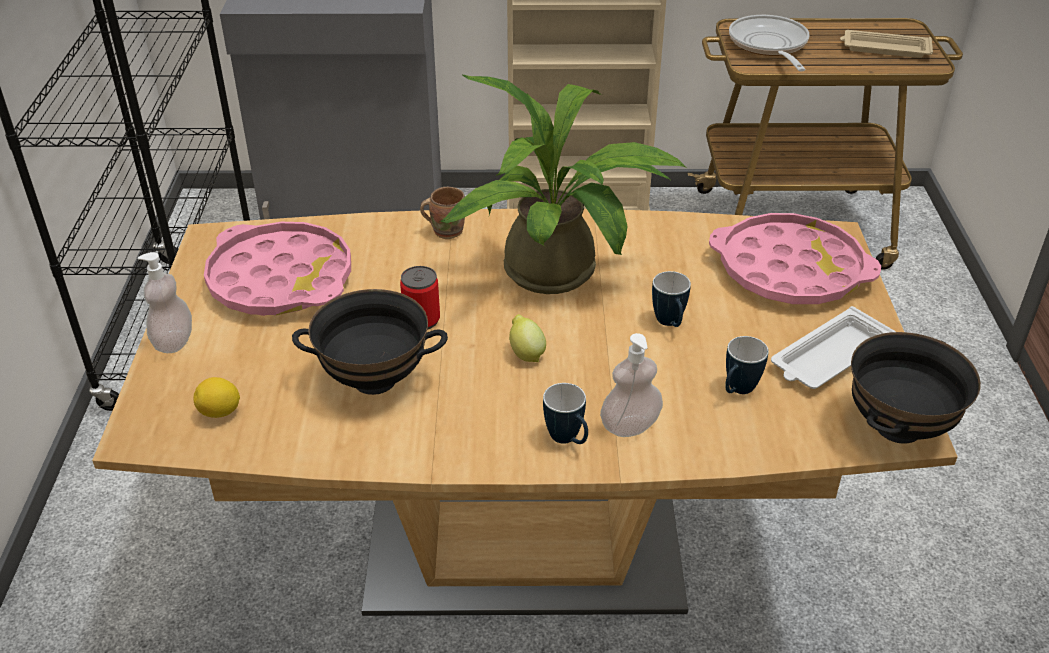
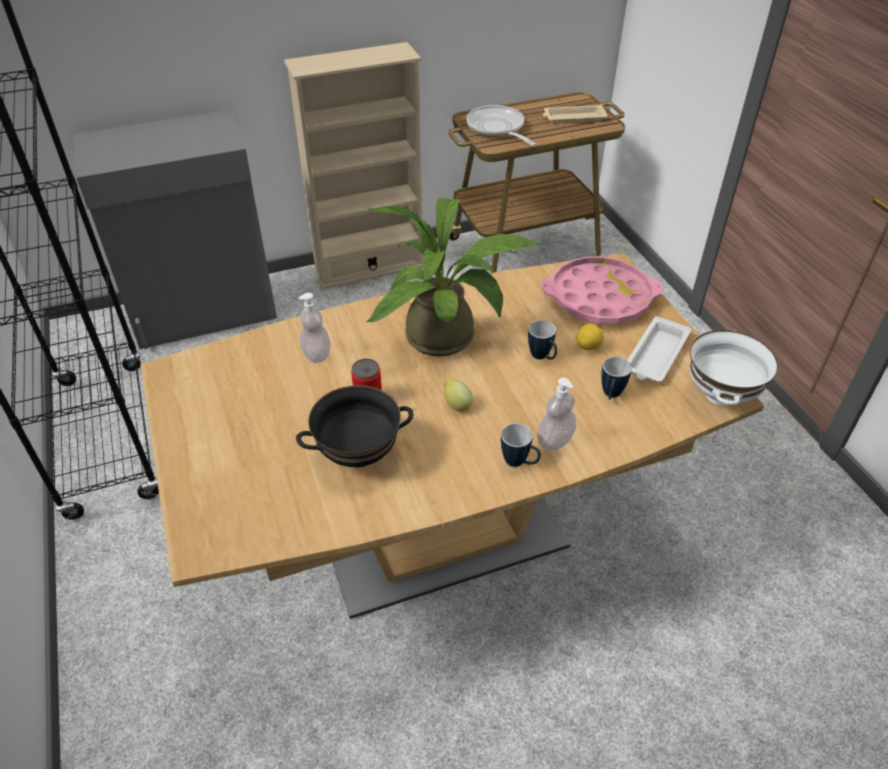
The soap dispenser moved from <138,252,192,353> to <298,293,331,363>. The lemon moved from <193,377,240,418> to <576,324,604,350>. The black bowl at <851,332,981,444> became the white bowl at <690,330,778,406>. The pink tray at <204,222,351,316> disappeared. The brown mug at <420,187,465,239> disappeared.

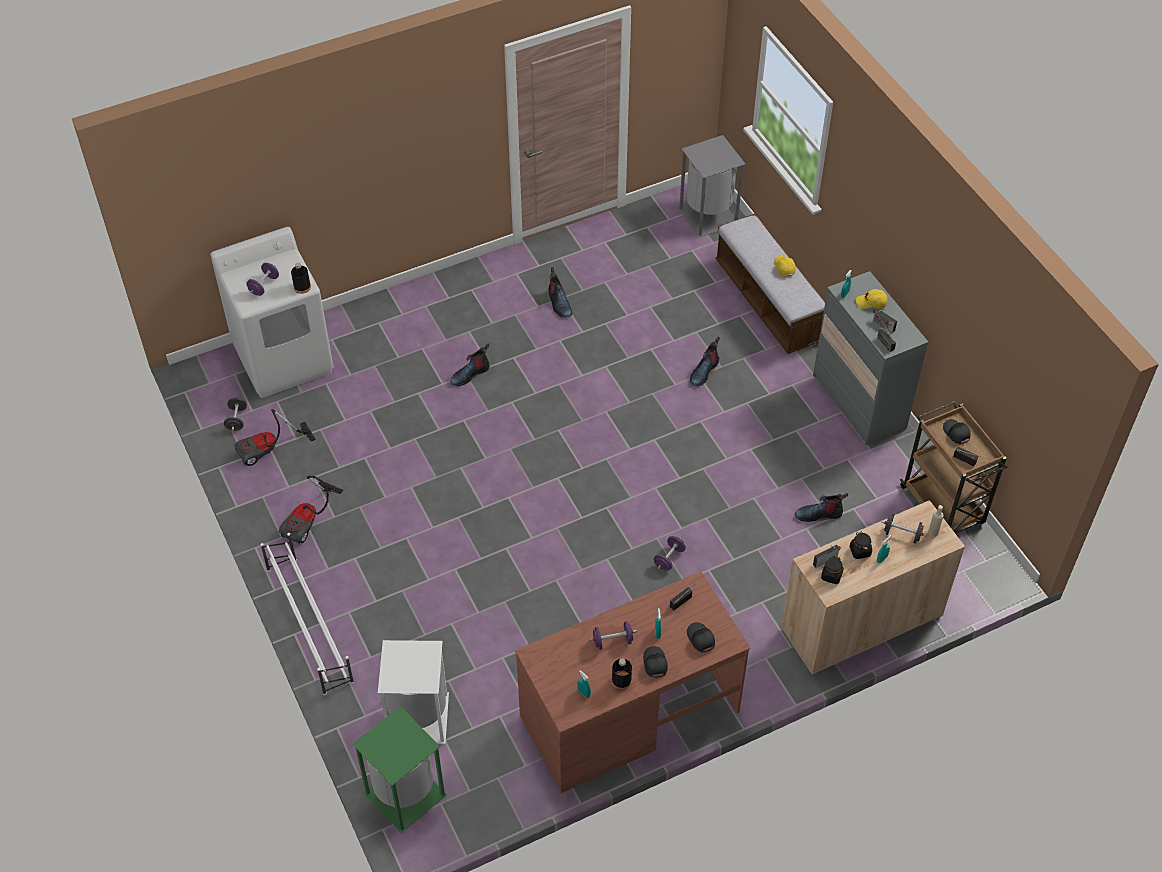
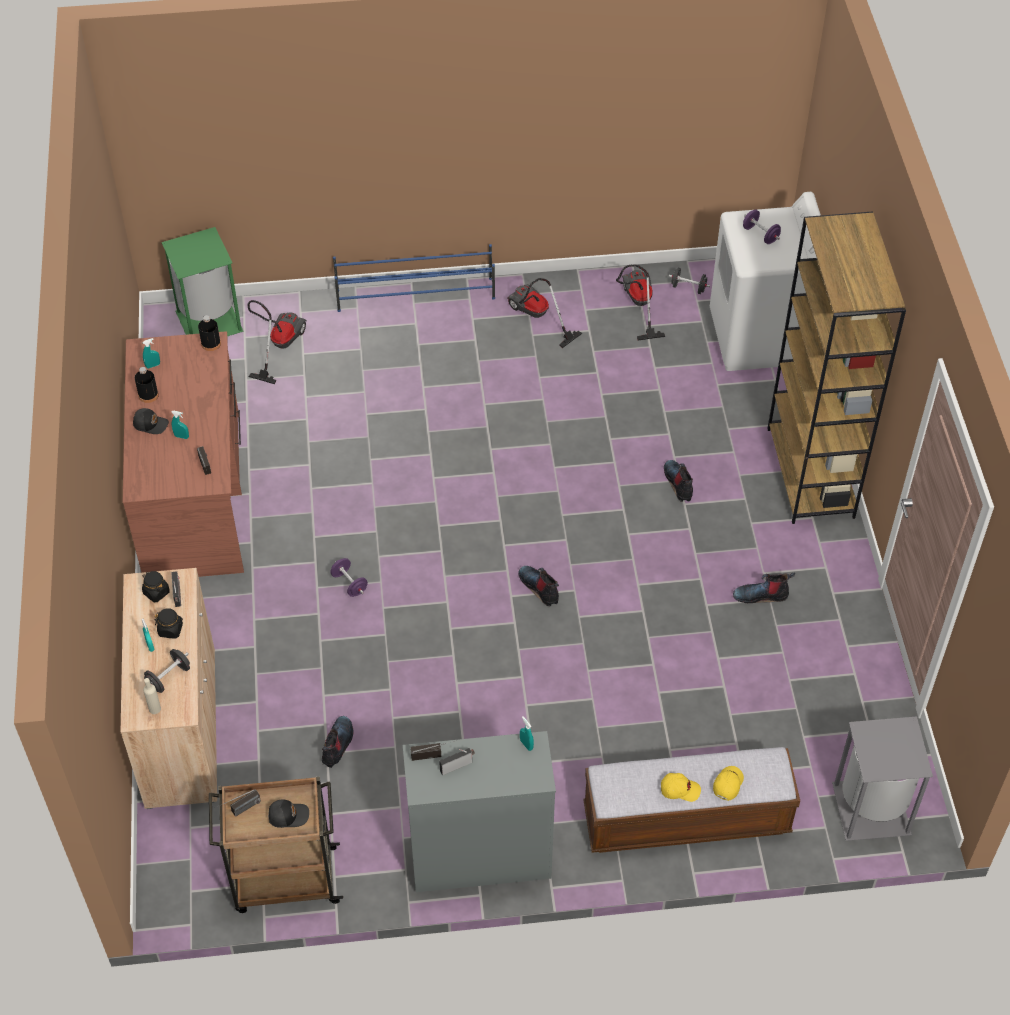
The black bottle moved from <291,263,311,294> to <198,315,221,351>. The white trash can at <378,640,449,744> was replaced by the vacuum cleaner at <248,300,307,384>. The white shoe rack at <261,533,354,696> became the blue shoe rack at <333,244,495,312>. The boot moved from <690,337,720,386> to <518,566,559,606>. The yellow cap moved from <856,289,888,309> to <713,766,744,801>. The brown bookcase at <767,212,906,524> appeared. The purple dumbbell at <589,621,637,650> disappeared. The black cap at <687,622,715,652> disappeared.

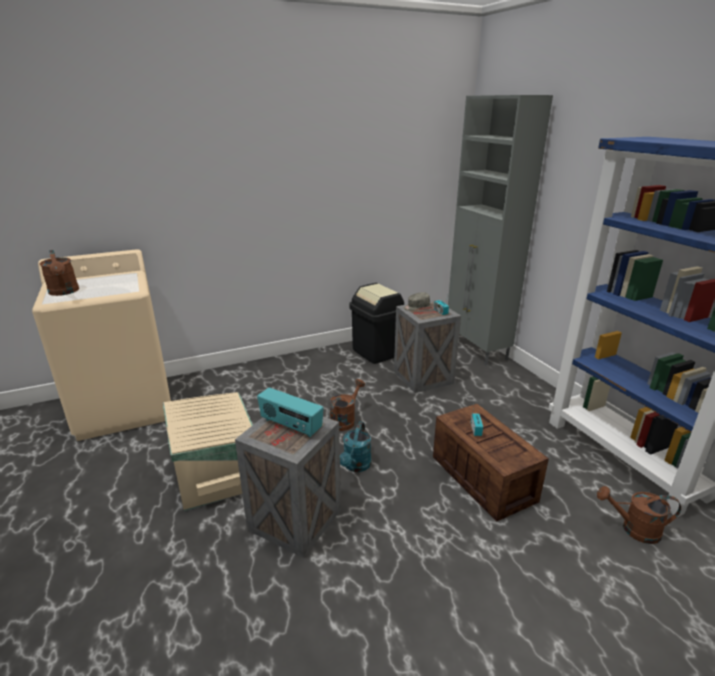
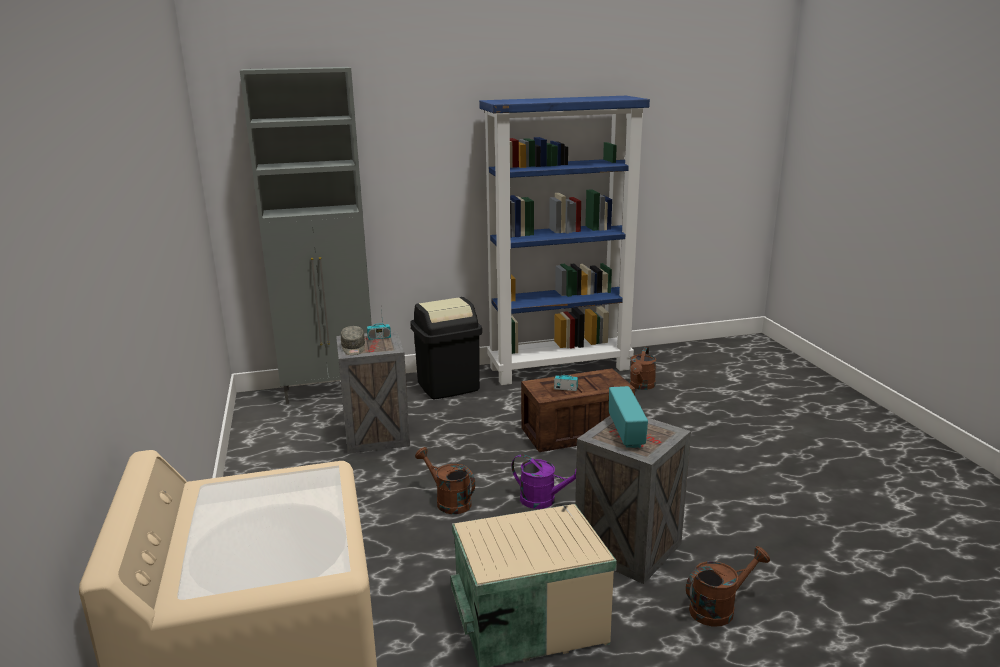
The black trash can moved from <349,283,404,364> to <410,297,482,399>. The turquoise watering can at <340,422,372,472> became the purple watering can at <512,454,576,509>. The radio at <257,388,323,438> turned 45 degrees counterclockwise. The brown watering can moved from <40,250,79,296> to <686,546,770,627>.

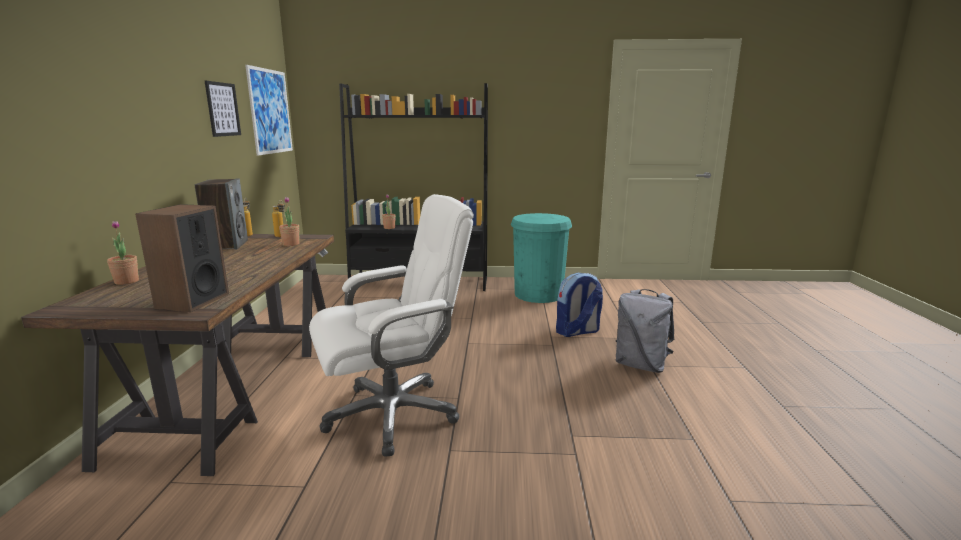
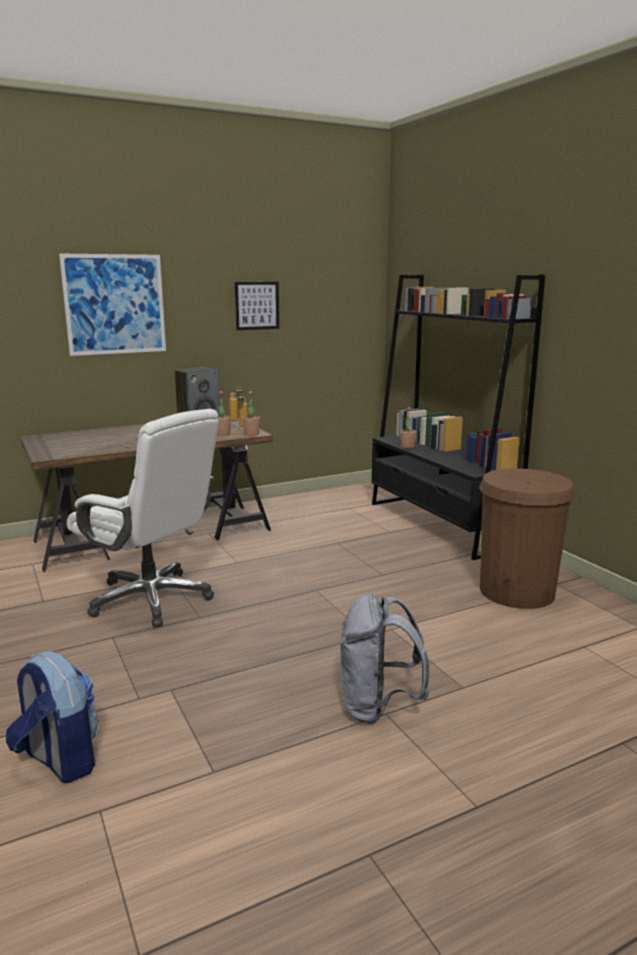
The backpack moved from <556,273,603,337> to <6,651,99,783>. The picture moved from <245,65,293,156> to <59,253,166,356>. The potted plant moved from <107,221,139,285> to <243,391,260,436>. The turquoise trash can at <511,213,572,303> became the brown trash can at <479,468,575,609>. The speaker at <135,204,229,312> disappeared.

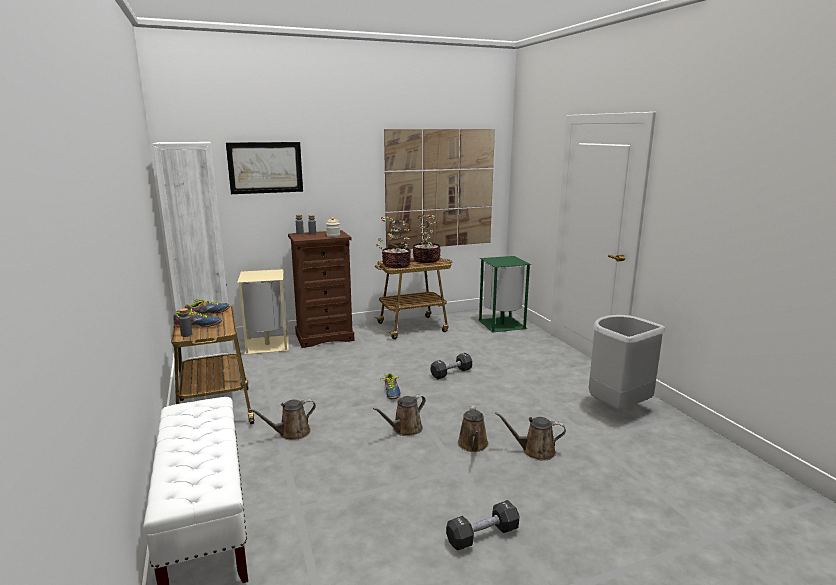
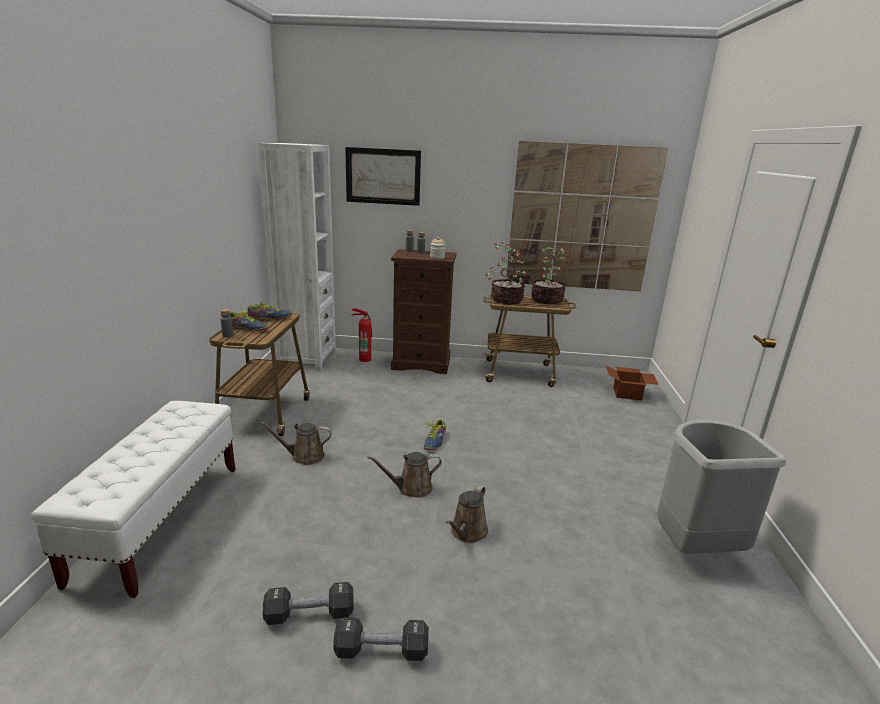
The black dumbbell moved from <431,353,472,379> to <263,582,353,625>. The beige trash can at <237,269,289,354> was replaced by the fire extinguisher at <351,308,372,362>. The green trash can at <478,256,531,332> was replaced by the cardboard box at <606,366,658,401>. The brown watering can at <495,412,566,461> disappeared.

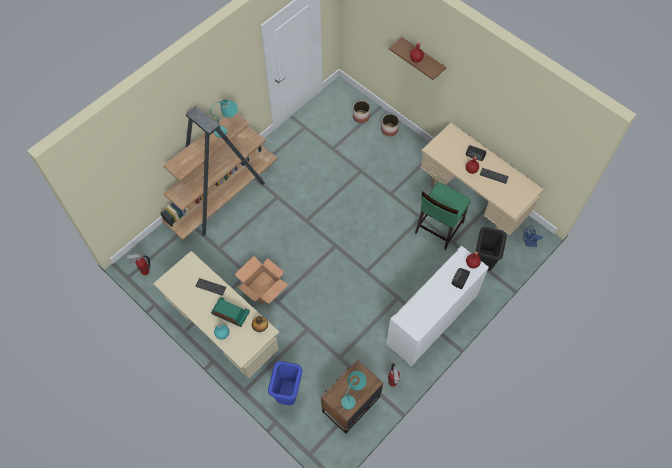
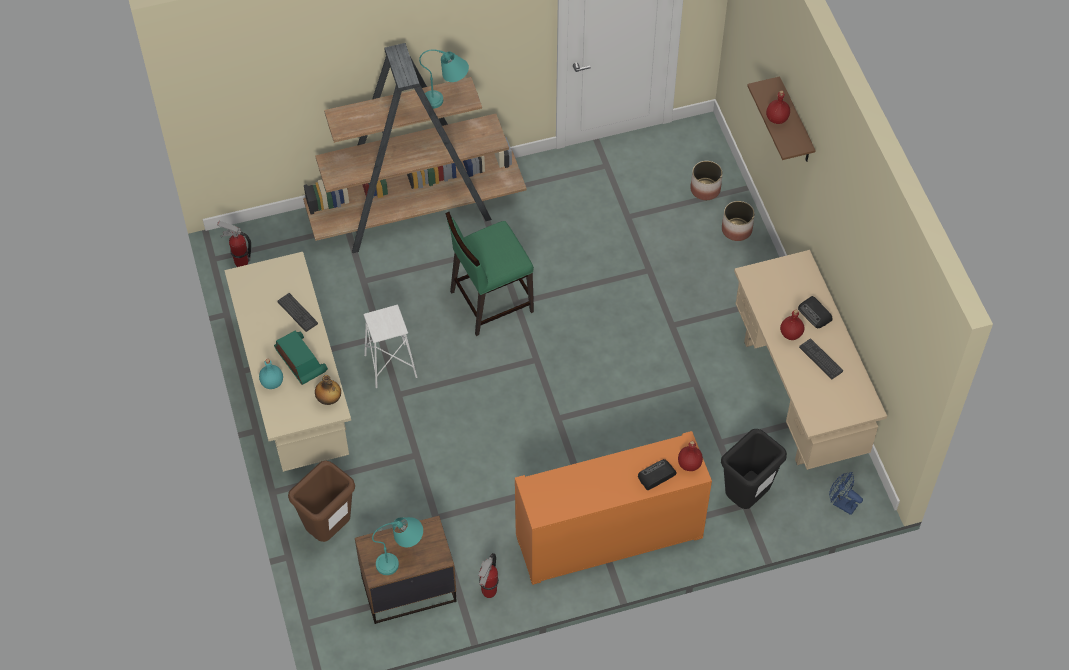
The blue trash can at <268,361,302,405> became the brown trash can at <288,461,355,542>. The cardboard box at <235,256,288,304> was replaced by the white stool at <363,305,417,388>. The green chair moved from <415,182,471,250> to <445,212,534,336>. The white cabinet at <386,246,489,367> became the orange cabinet at <515,431,712,585>.

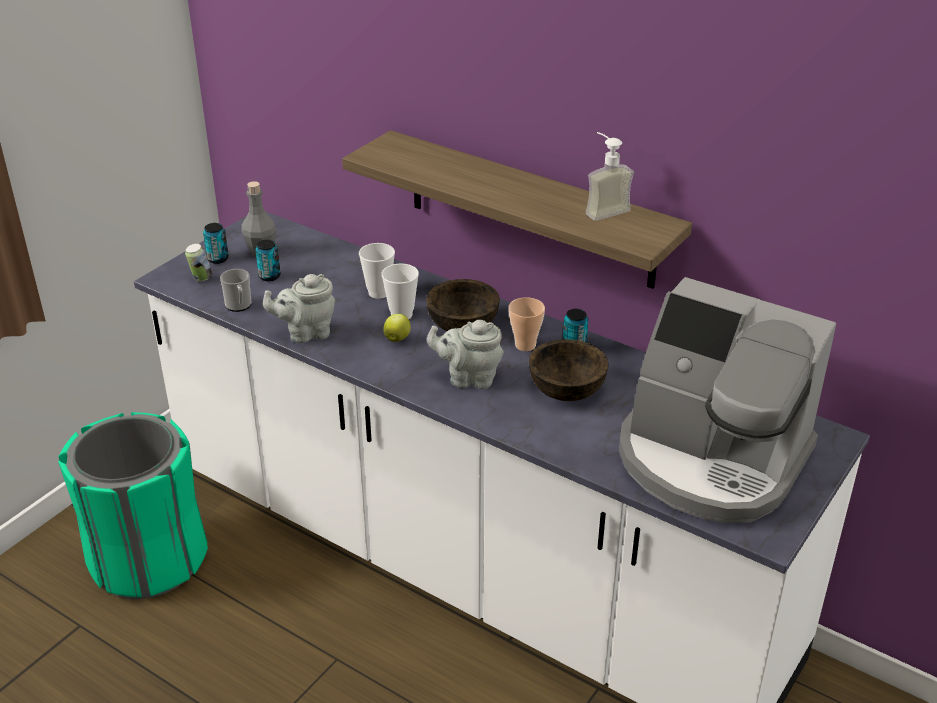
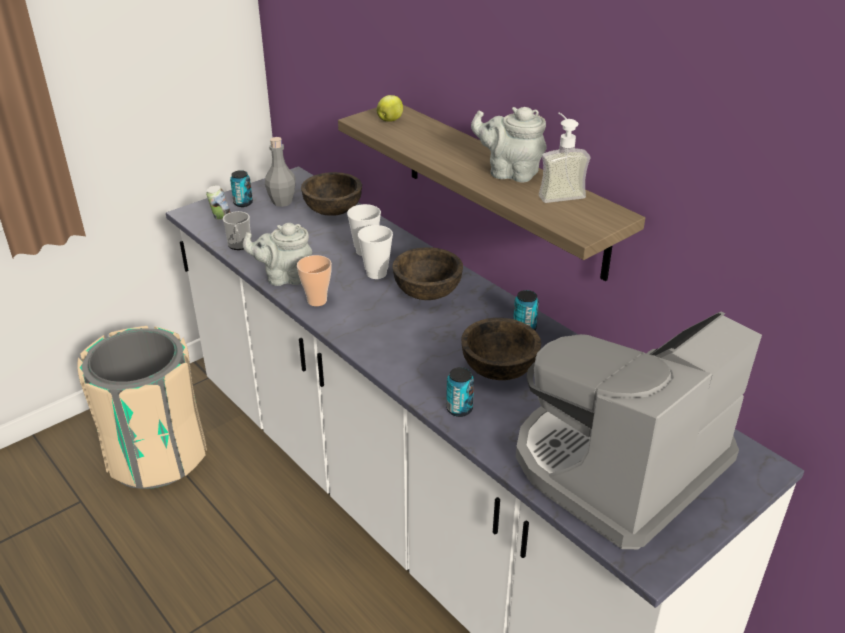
The green trash can at <58,412,208,600> became the beige trash can at <77,326,207,489>. The cup moved from <509,297,545,351> to <297,255,332,306>. The brown bowl at <301,172,362,216> appeared. The apple moved from <383,314,411,342> to <377,95,403,122>. The can moved from <255,240,281,281> to <446,367,474,417>. The grey teapot moved from <427,320,504,389> to <471,107,547,182>. The coffee machine at <619,277,836,523> turned 90 degrees clockwise.

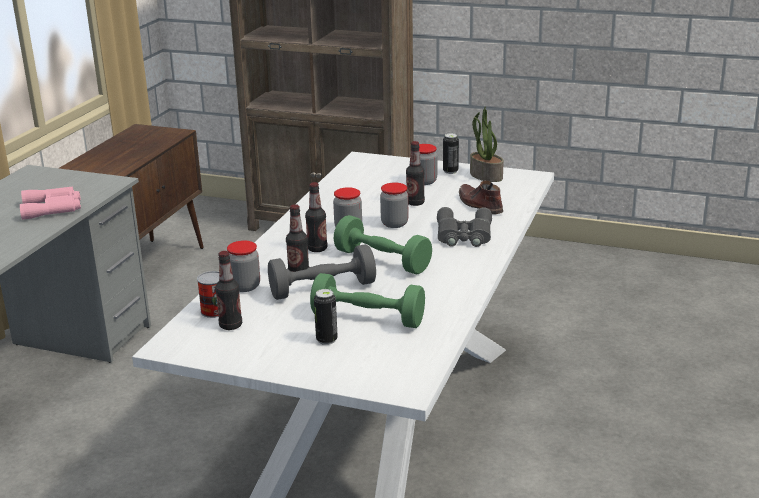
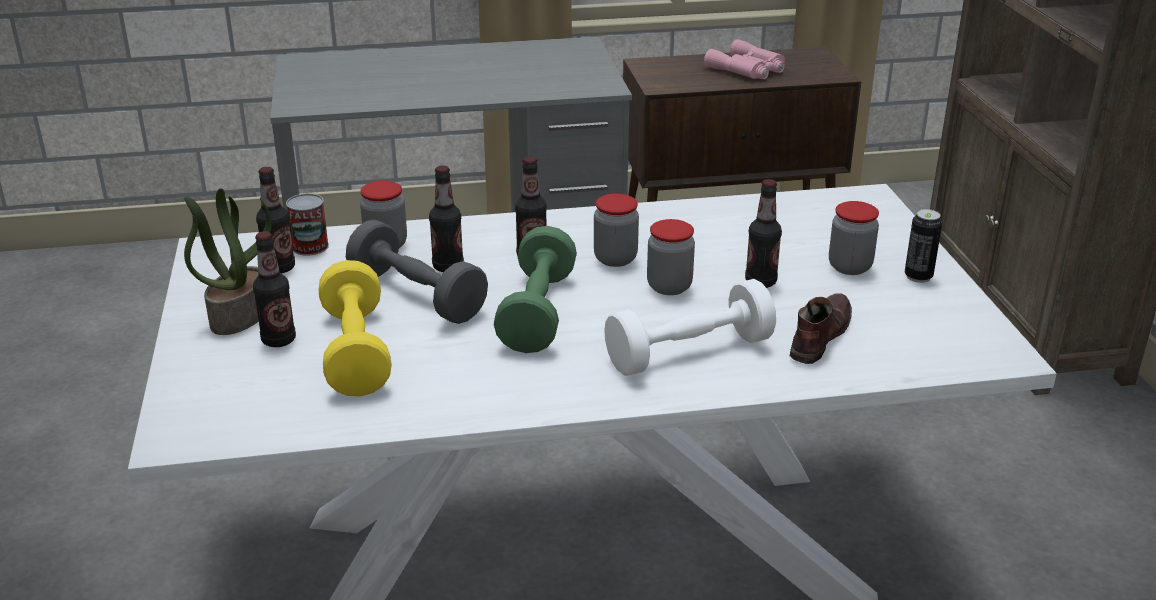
The potted plant moved from <470,106,504,182> to <184,188,271,335>. The can at <314,289,338,345> was replaced by the bottle at <253,231,296,347>. The green dumbbell at <310,273,425,328> became the yellow dumbbell at <319,260,392,396>. The grey binoculars at <437,207,492,247> was replaced by the white dumbbell at <604,279,776,376>. The pink binoculars moved from <20,186,81,220> to <704,39,785,79>.

